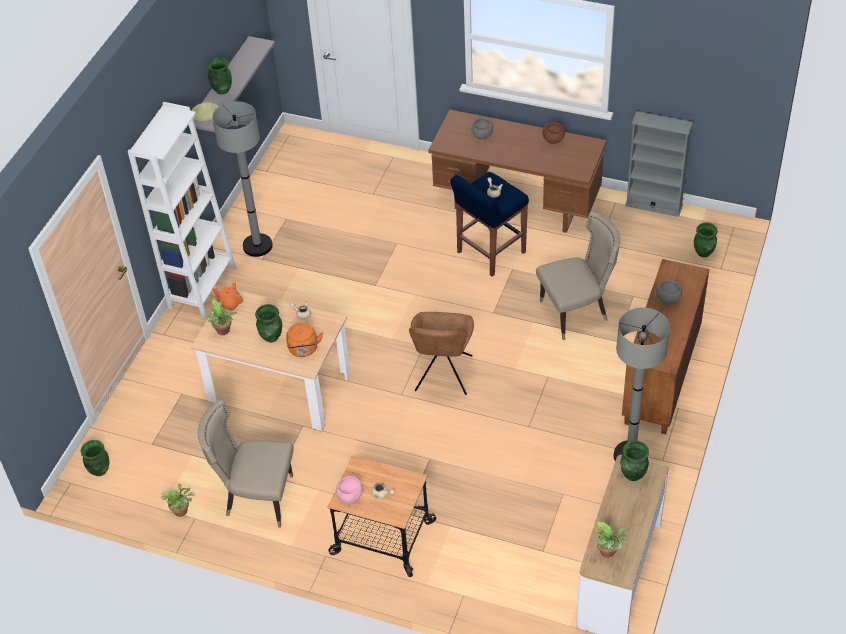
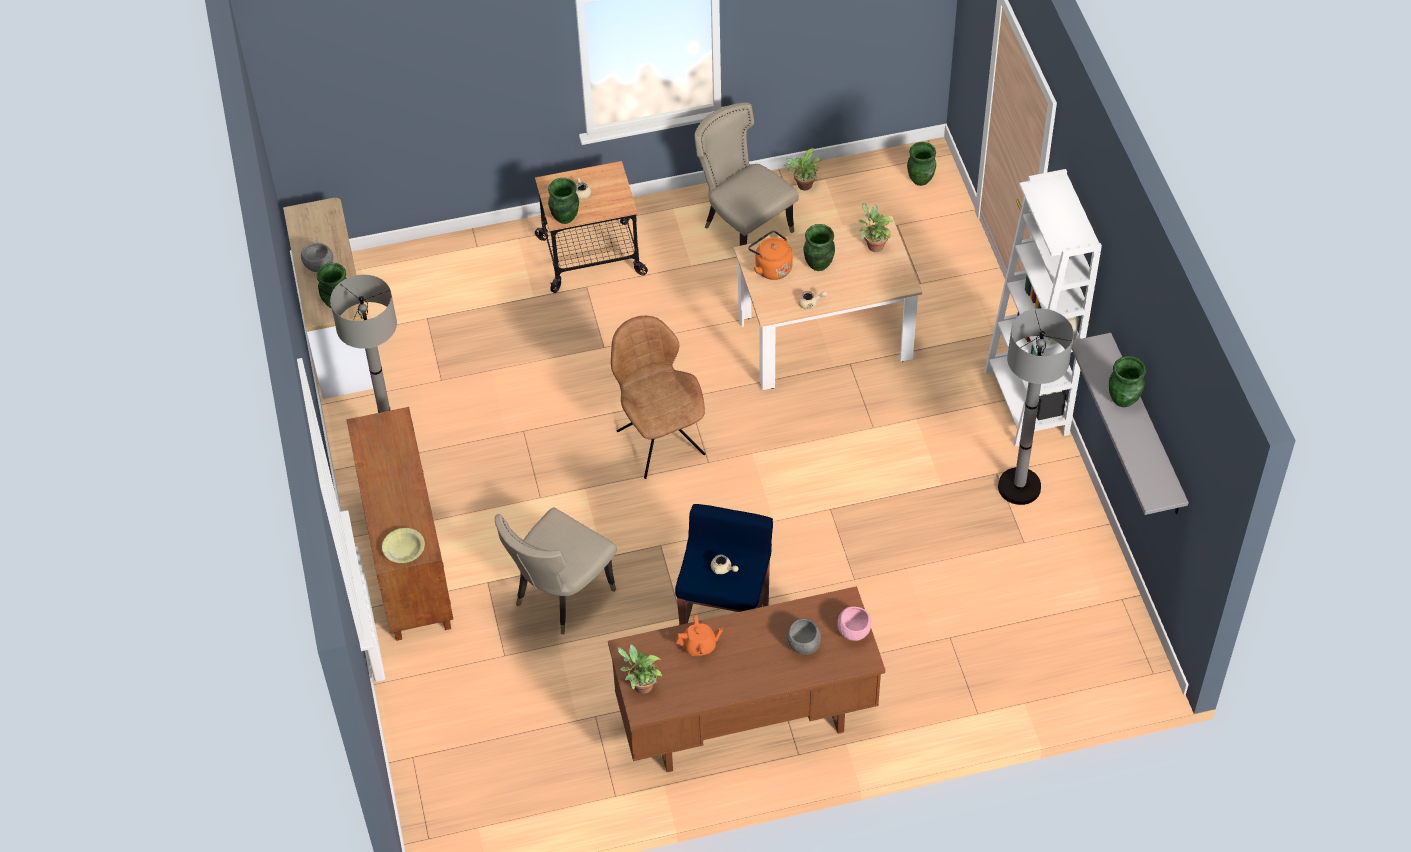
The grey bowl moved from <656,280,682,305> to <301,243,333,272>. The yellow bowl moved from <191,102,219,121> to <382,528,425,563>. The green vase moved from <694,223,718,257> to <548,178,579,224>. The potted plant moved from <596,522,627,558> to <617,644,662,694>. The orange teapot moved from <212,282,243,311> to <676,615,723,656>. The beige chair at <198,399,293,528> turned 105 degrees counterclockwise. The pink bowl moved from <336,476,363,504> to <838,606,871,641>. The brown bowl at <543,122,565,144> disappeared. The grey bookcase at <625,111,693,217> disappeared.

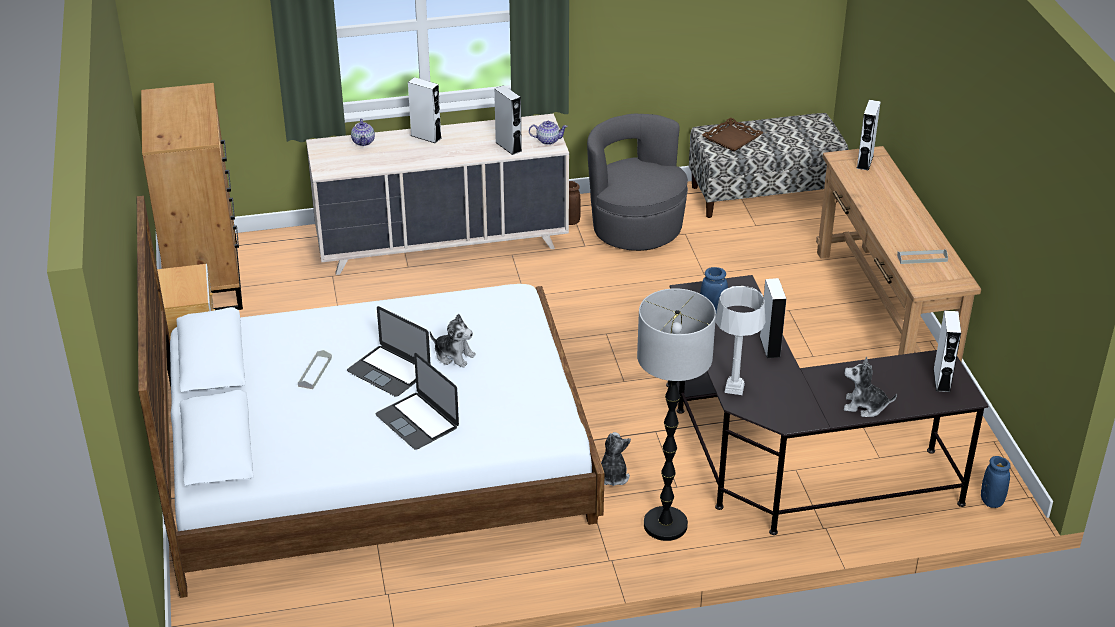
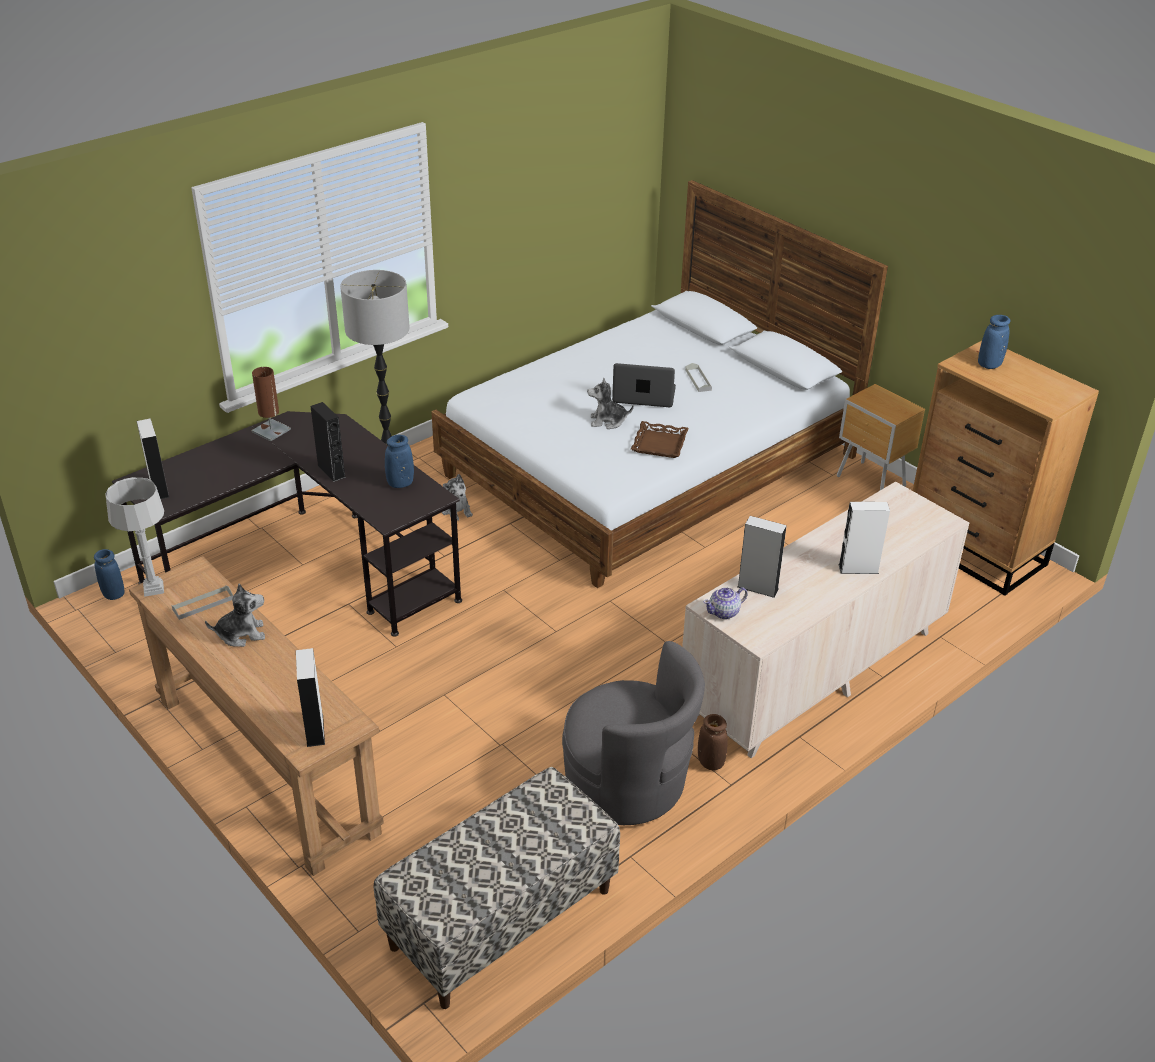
The grey table lamp moved from <716,286,765,395> to <105,477,164,597>. The plush toy moved from <844,356,897,417> to <205,583,265,647>. The brown table lamp at <252,367,291,441> appeared. The white speaker at <760,278,786,358> became the black speaker at <311,402,346,482>. The brown tray moved from <702,117,764,151> to <631,421,689,458>. The blue vase at <978,315,1011,369> appeared. The teapot at <351,119,375,146> disappeared. The laptop at <376,353,459,450> disappeared.

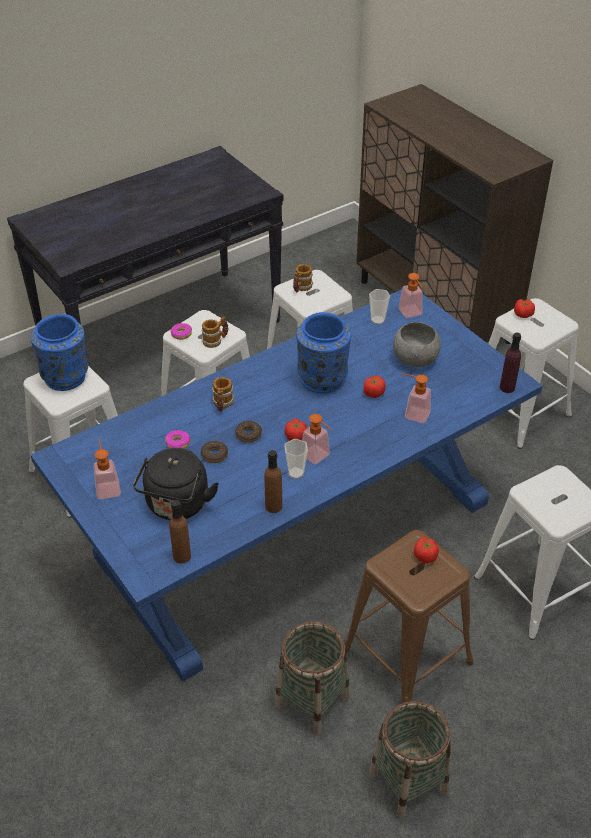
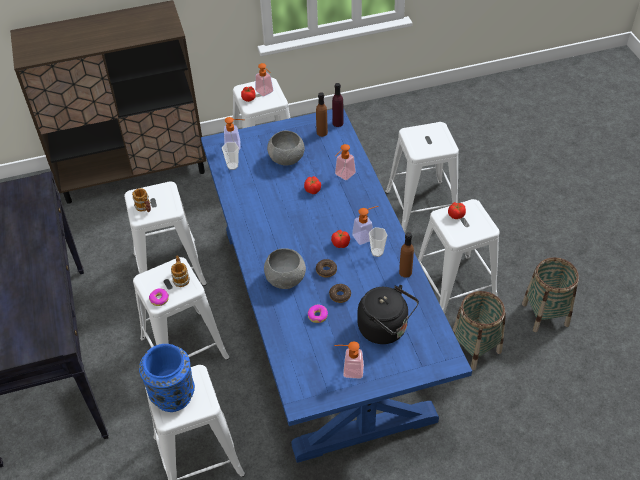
The soap dispenser at <255,63,274,97> appeared. The mug at <212,377,234,412> was replaced by the grey bowl at <264,248,306,289>. The brown bottle moved from <169,500,191,564> to <316,92,328,137>. The brown stool at <344,530,473,703> became the white stool at <418,199,500,314>. The blue vase at <296,312,351,393> disappeared.

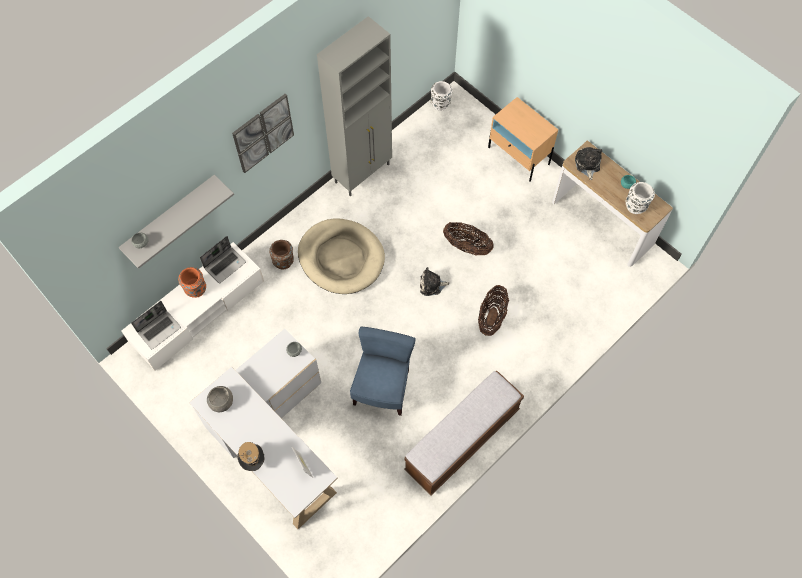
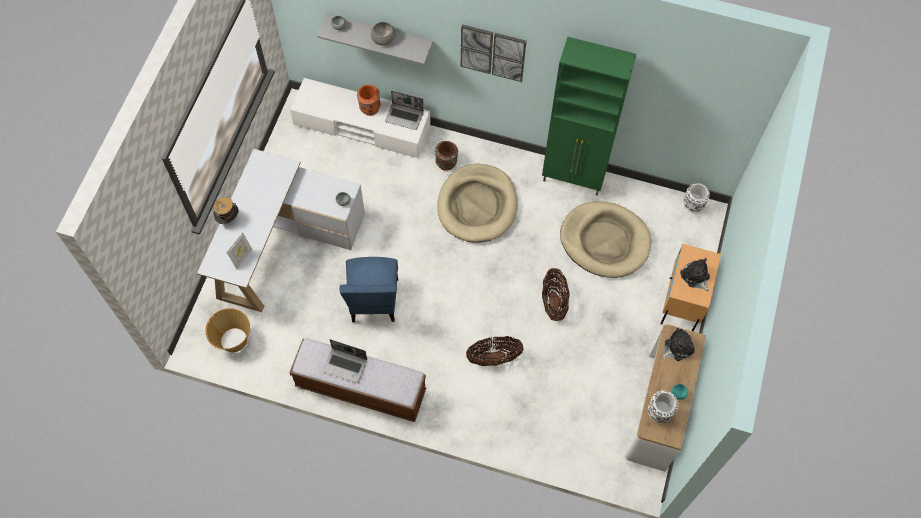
The basket at <205,308,250,352> appeared. The laptop moved from <131,301,181,349> to <323,339,367,383>. The blue chair at <350,327,416,416> turned 105 degrees clockwise. The grey bowl moved from <207,386,233,412> to <371,22,395,46>. The grey cabinet at <317,16,392,197> became the green cabinet at <542,37,636,195>. The beige dog bed at <560,201,651,278> appeared. The plush toy moved from <420,267,450,296> to <680,258,710,291>.

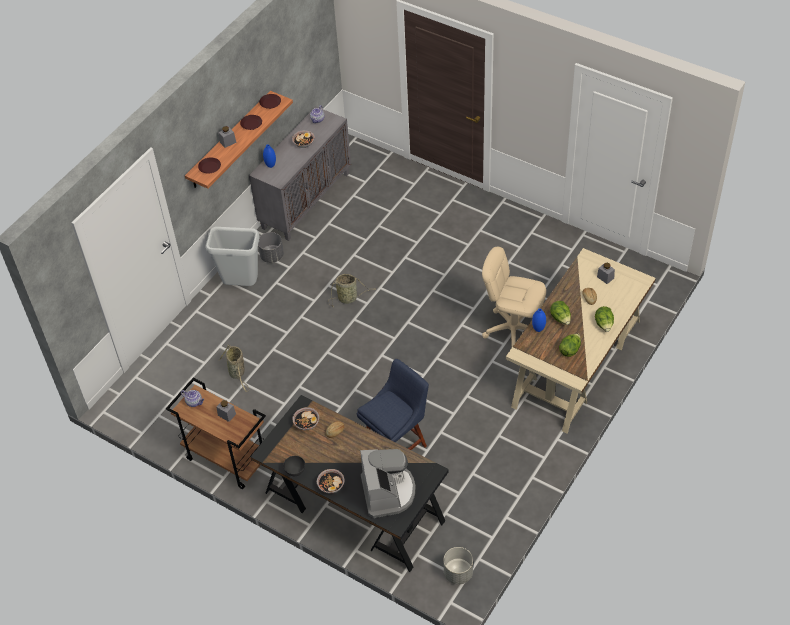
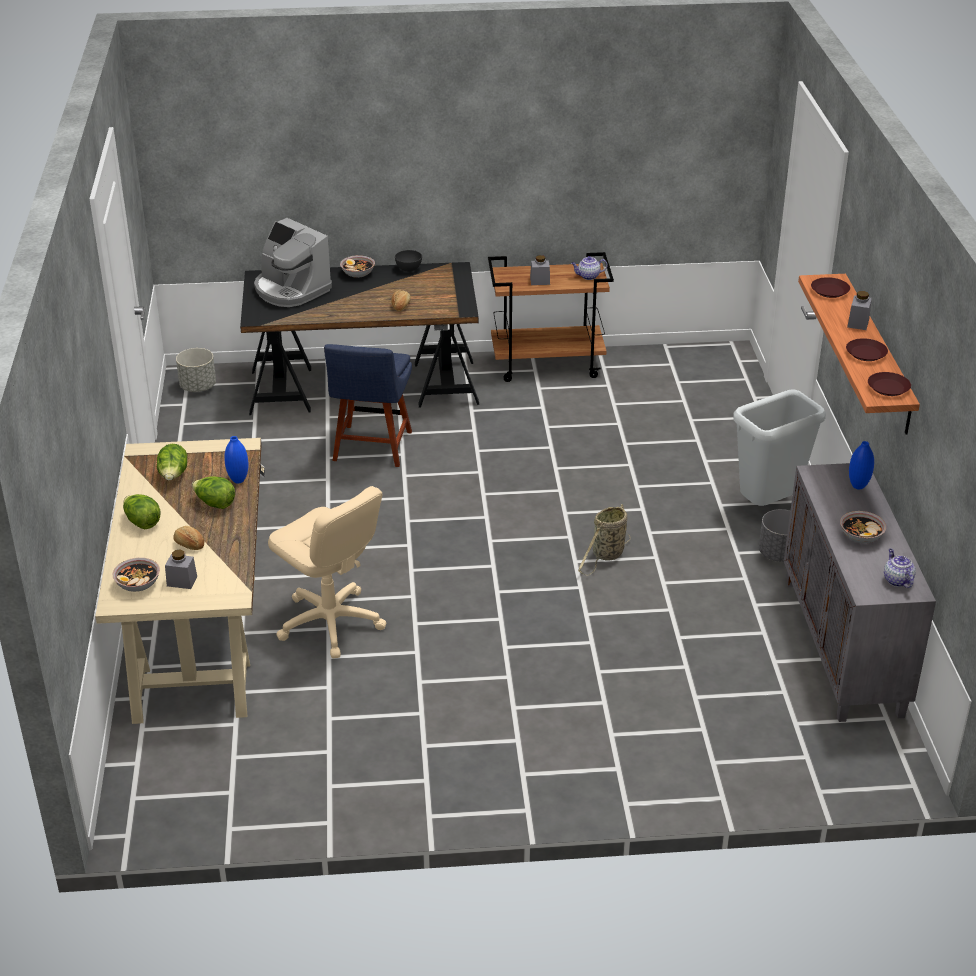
The bowl moved from <292,407,319,430> to <112,558,160,592>. The beige office chair at <482,247,546,347> turned 60 degrees clockwise. The basket at <219,345,250,392> disappeared.

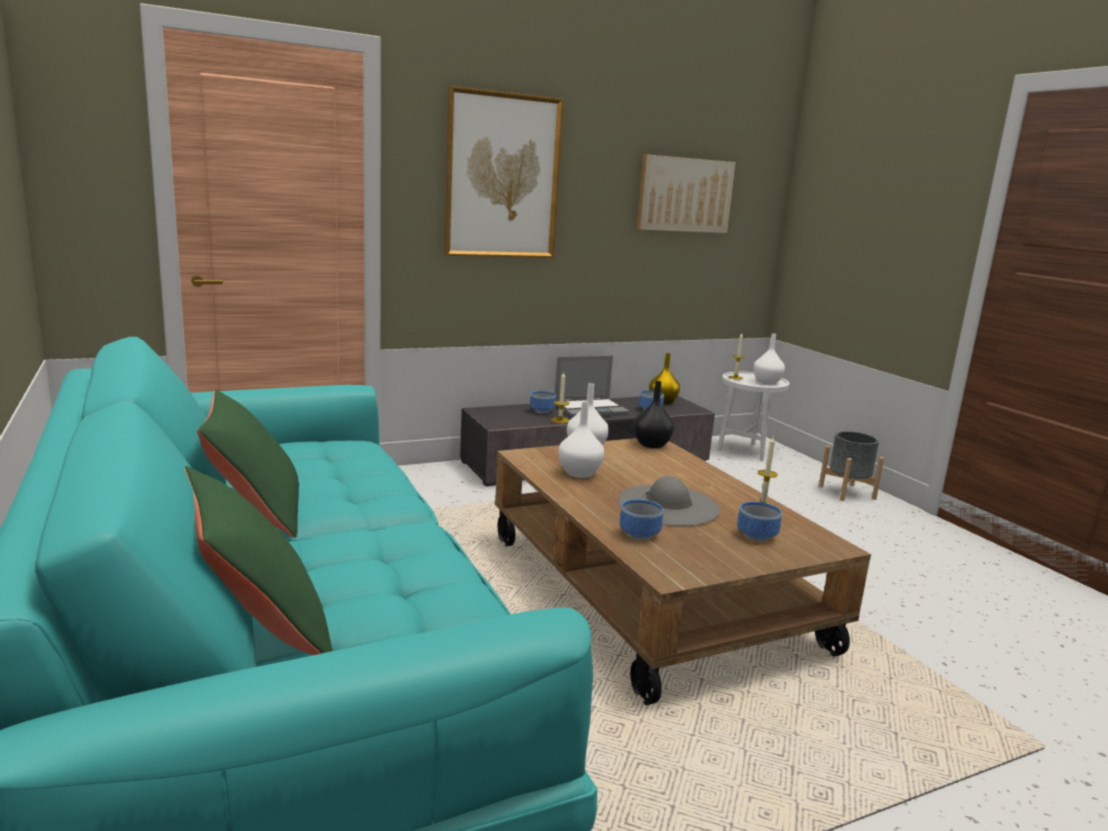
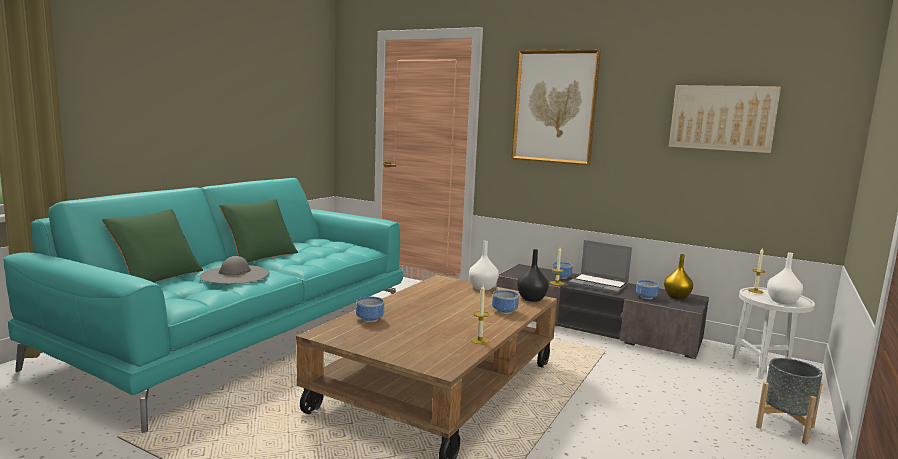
The grey hat moved from <618,476,720,526> to <200,256,270,284>. The bowl moved from <737,502,782,542> to <492,290,519,314>. The white vase at <559,402,604,478> disappeared.

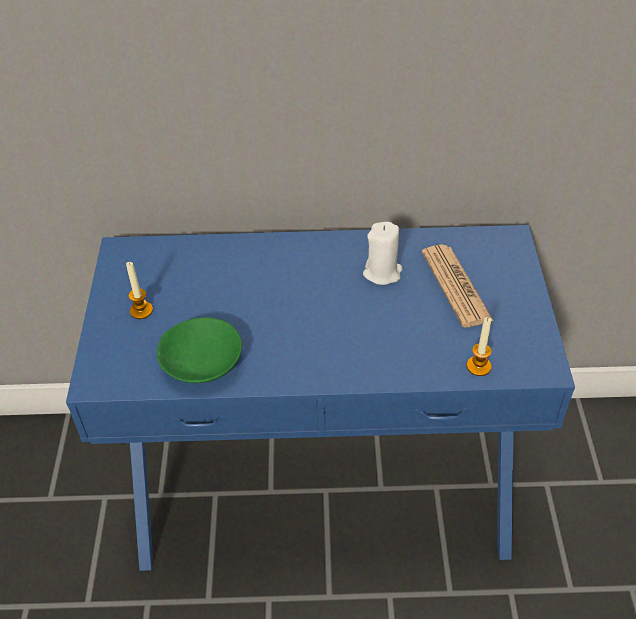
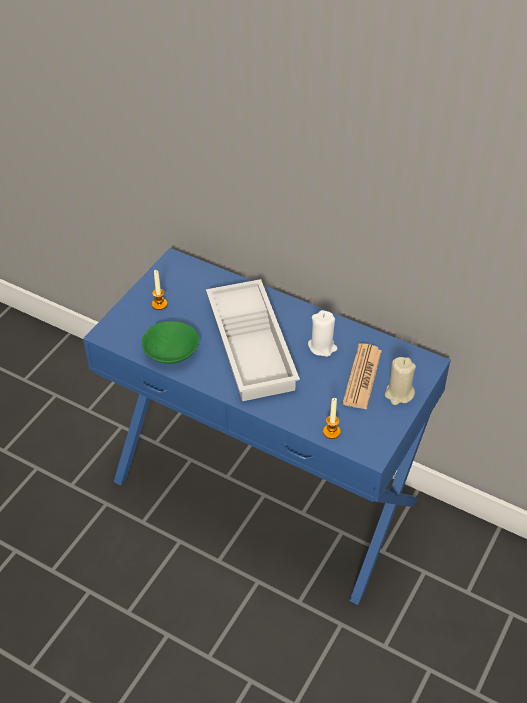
The white tray at <206,279,300,401> appeared. The beige candle at <385,357,416,405> appeared.

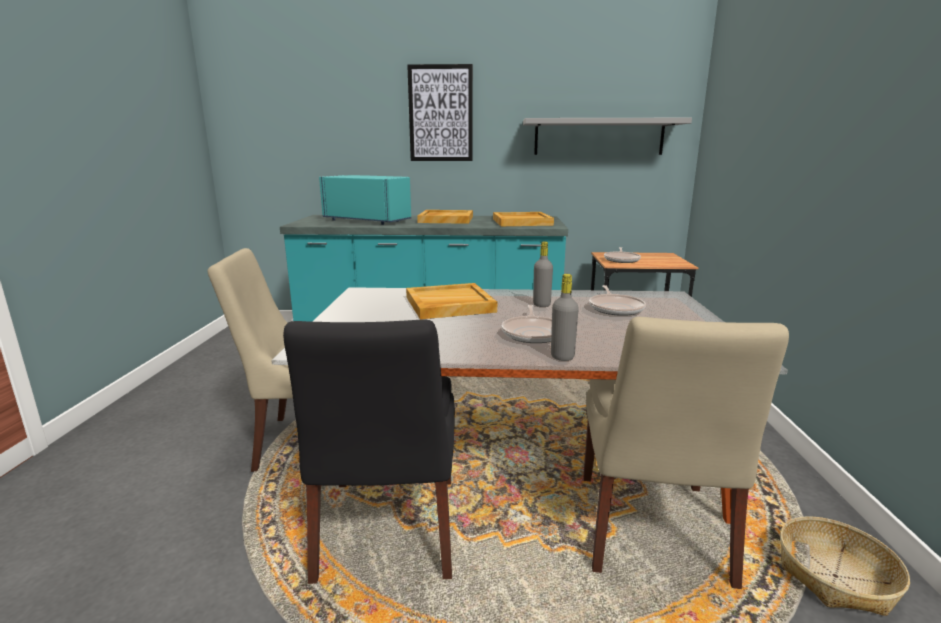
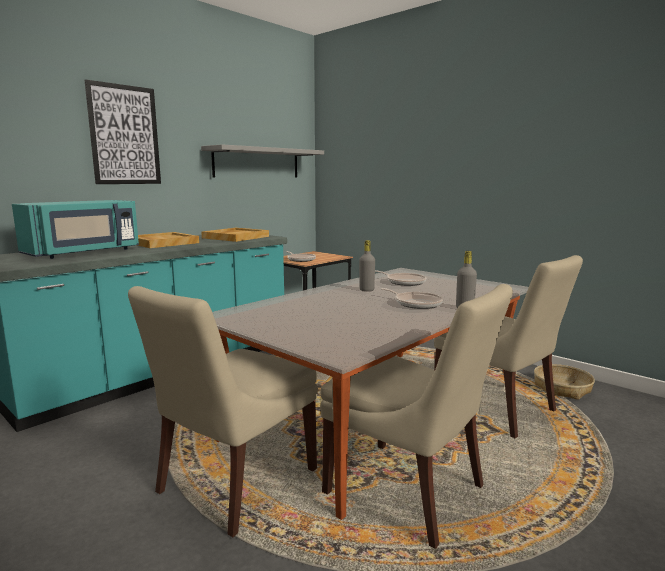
The turquoise microwave at <319,175,411,225> turned 150 degrees clockwise. The black chair at <283,319,455,584> became the beige chair at <320,284,513,549>. The beige tray at <406,283,497,319> disappeared.

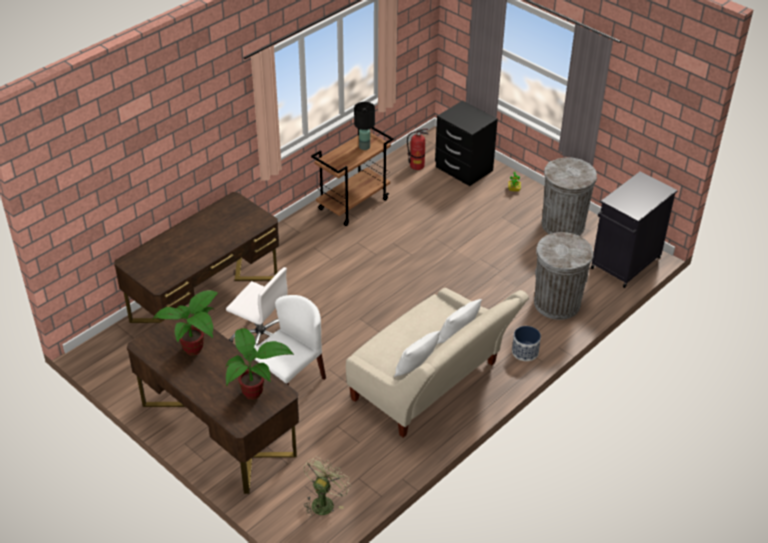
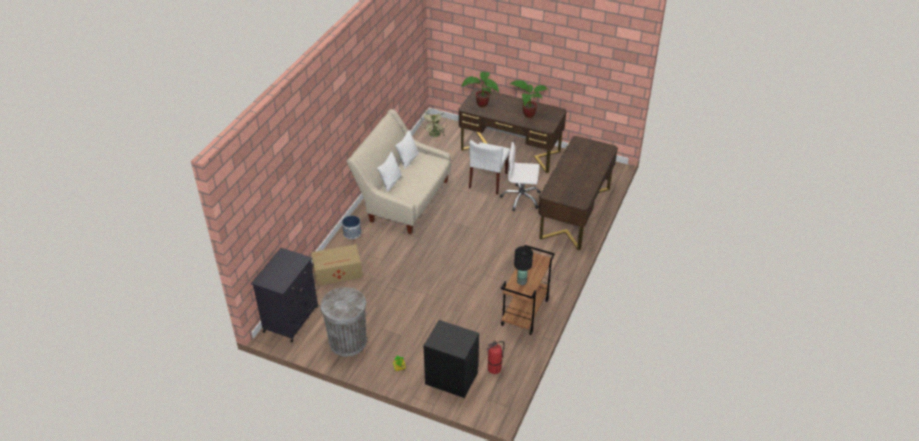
The grey trash can at <534,232,593,320> was replaced by the cardboard box at <311,244,363,286>.

